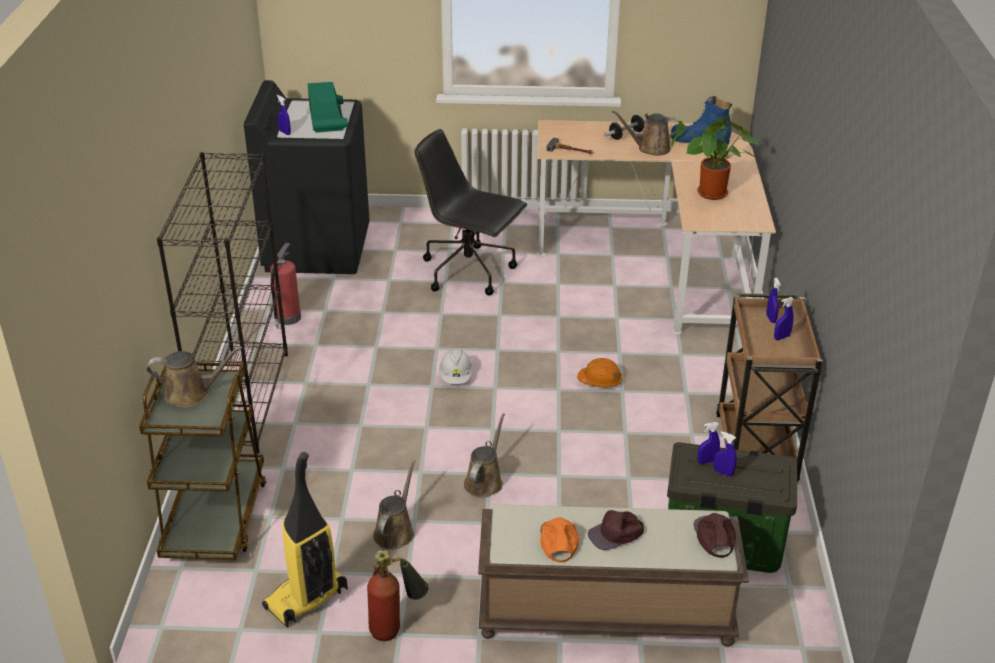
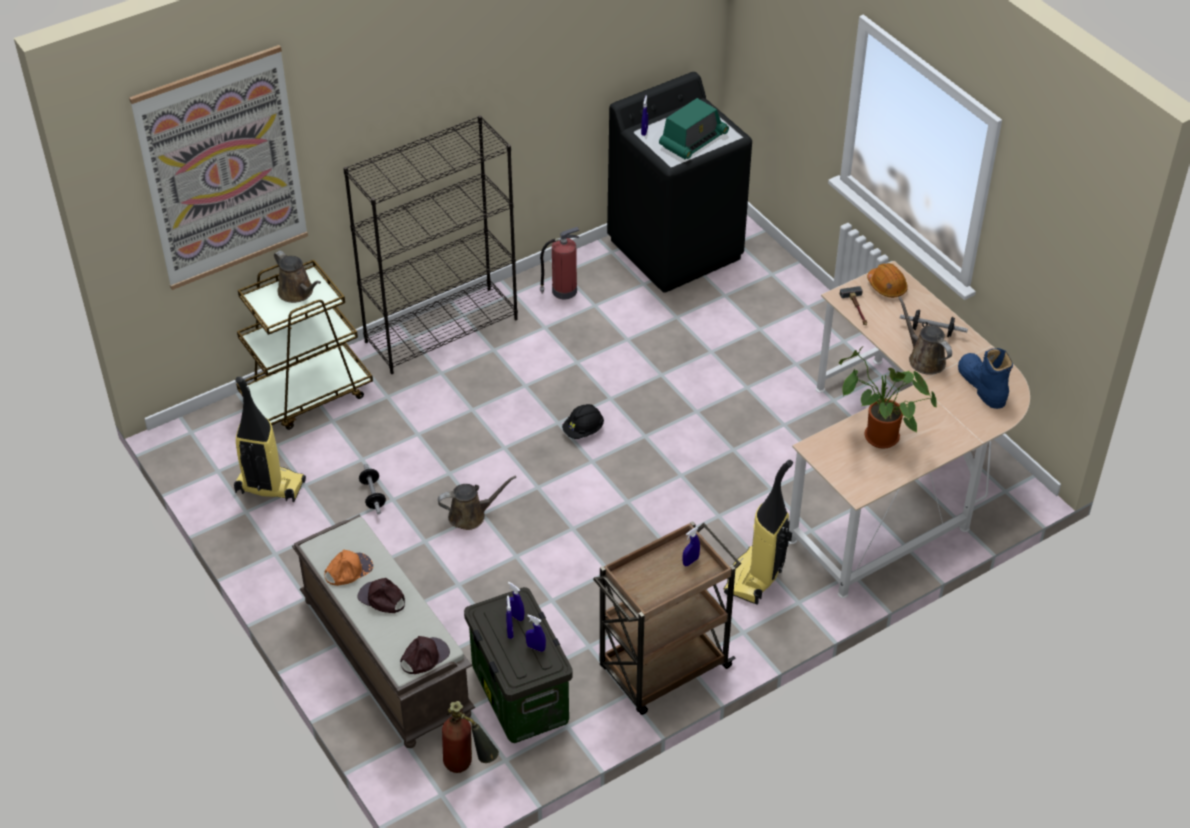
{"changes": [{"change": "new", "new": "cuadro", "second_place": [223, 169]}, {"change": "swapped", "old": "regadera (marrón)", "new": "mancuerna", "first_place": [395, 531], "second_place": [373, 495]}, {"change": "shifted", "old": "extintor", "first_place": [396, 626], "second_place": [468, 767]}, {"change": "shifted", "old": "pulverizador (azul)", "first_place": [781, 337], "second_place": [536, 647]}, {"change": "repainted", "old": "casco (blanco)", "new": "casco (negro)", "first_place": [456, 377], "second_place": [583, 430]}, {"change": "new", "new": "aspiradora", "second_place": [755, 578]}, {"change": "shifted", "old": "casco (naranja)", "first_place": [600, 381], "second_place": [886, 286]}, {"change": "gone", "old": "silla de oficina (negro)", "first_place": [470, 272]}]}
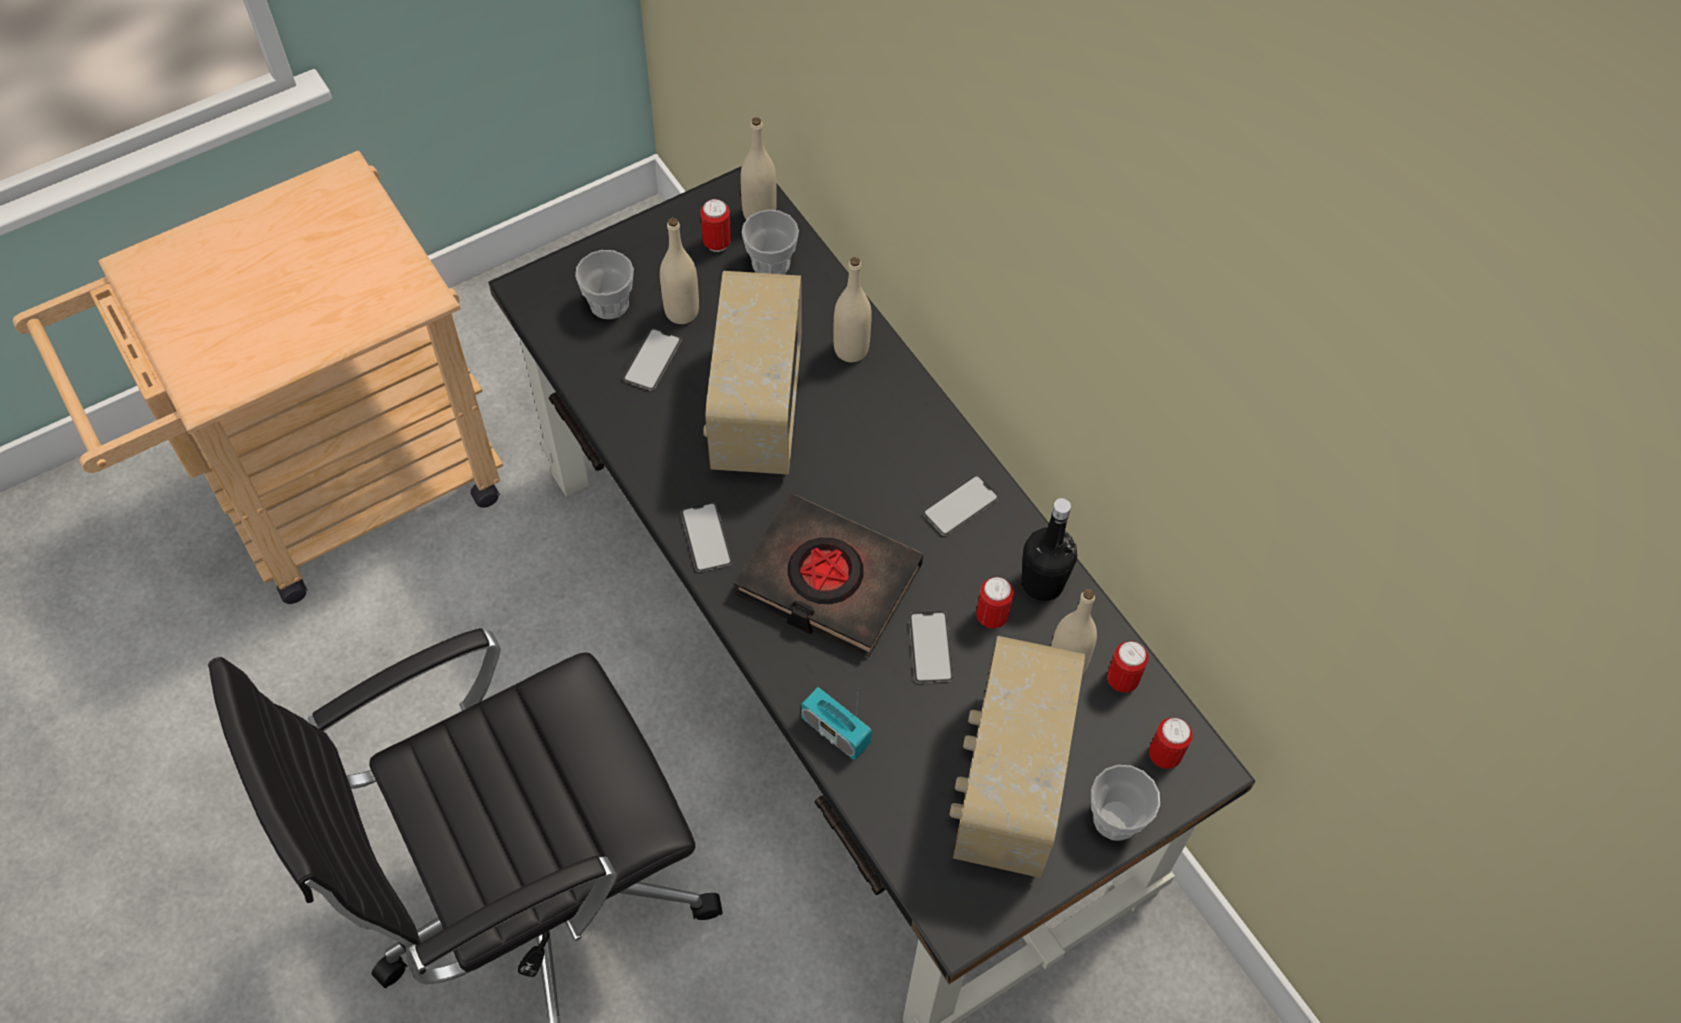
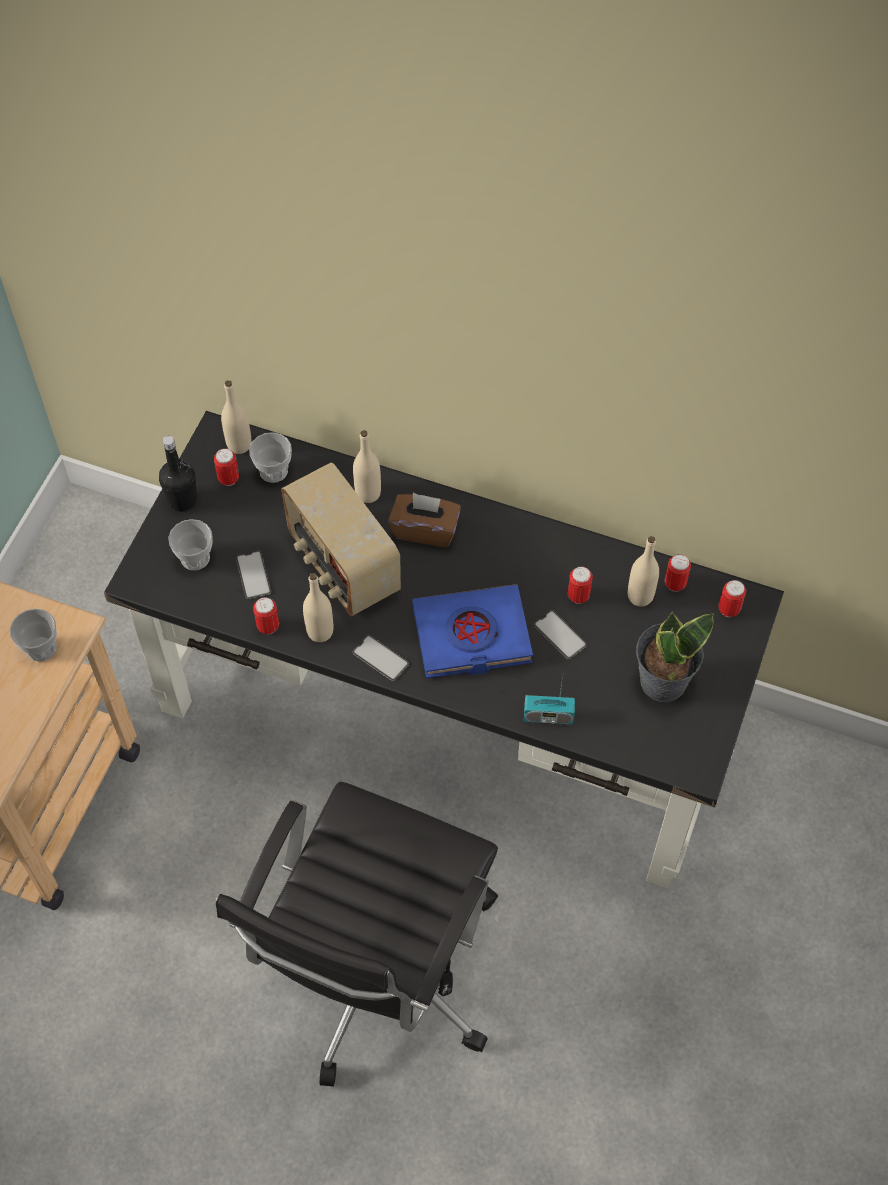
{"changes": [{"change": "shifted", "old": "taza", "first_place": [1115, 818], "second_place": [41, 648]}, {"change": "shifted", "old": "botella (negro)", "first_place": [1042, 583], "second_place": [182, 500]}, {"change": "new", "new": "lata", "second_place": [268, 626]}, {"change": "shifted", "old": "botella (beis)", "first_place": [681, 312], "second_place": [320, 631]}, {"change": "new", "new": "caja de pañuelos (marrón)", "second_place": [425, 530]}, {"change": "repainted", "old": "libro (negro)", "new": "libro (azul)", "first_place": [827, 581], "second_place": [471, 636]}, {"change": "swapped", "old": "radio", "new": "planta en maceta", "first_place": [1007, 784], "second_place": [662, 680]}, {"change": "gone", "old": "móvil", "first_place": [960, 505]}]}
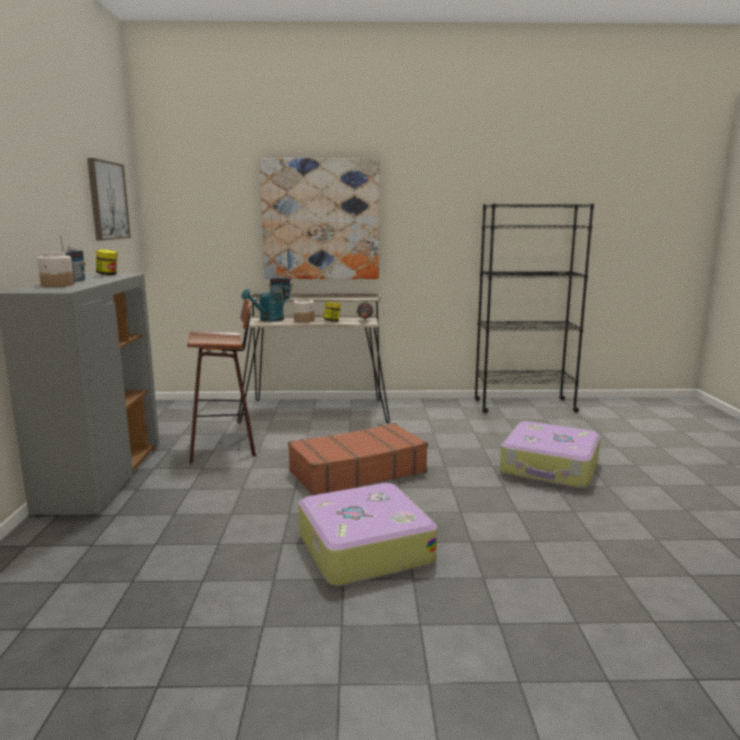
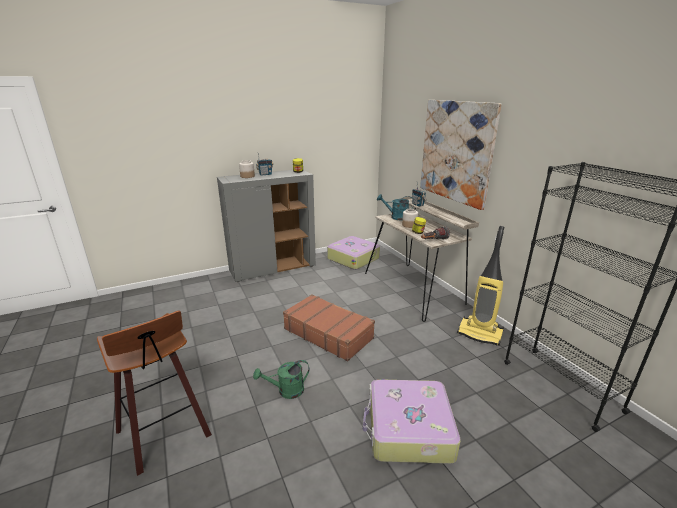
{"changes": [{"change": "shifted", "old": "taburete", "first_place": [225, 446], "second_place": [167, 433]}, {"change": "new", "new": "regadera (verde)", "second_place": [286, 391]}, {"change": "shifted", "old": "maleta", "first_place": [363, 548], "second_place": [353, 258]}, {"change": "new", "new": "aspiradora", "second_place": [480, 333]}, {"change": "gone", "old": "cuadro", "first_place": [107, 200]}]}
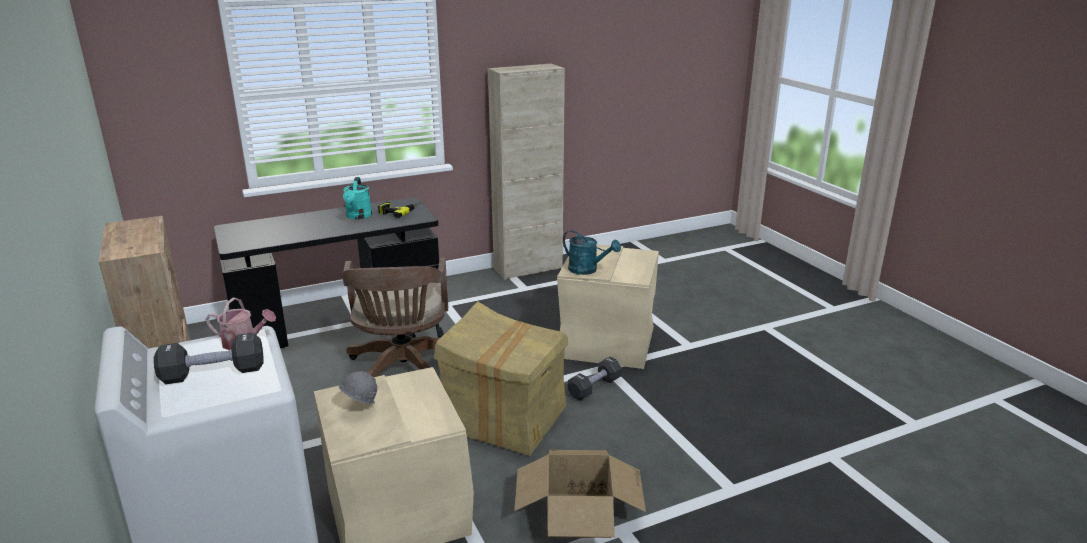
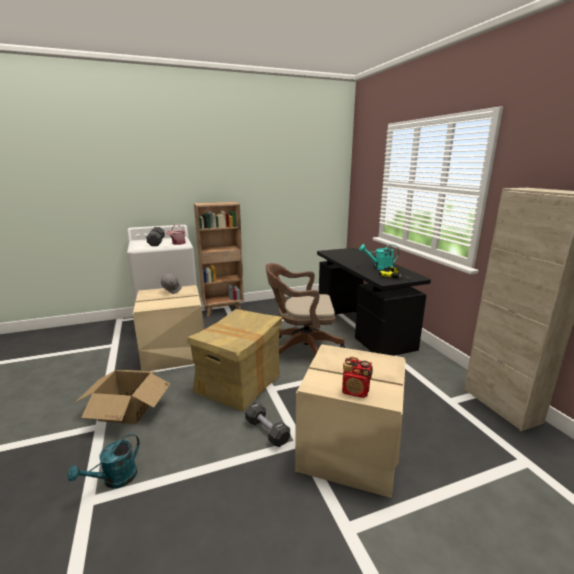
{"changes": [{"change": "shifted", "old": "regadera (turquesa)", "first_place": [587, 270], "second_place": [114, 480]}, {"change": "new", "new": "radio", "second_place": [355, 392]}]}
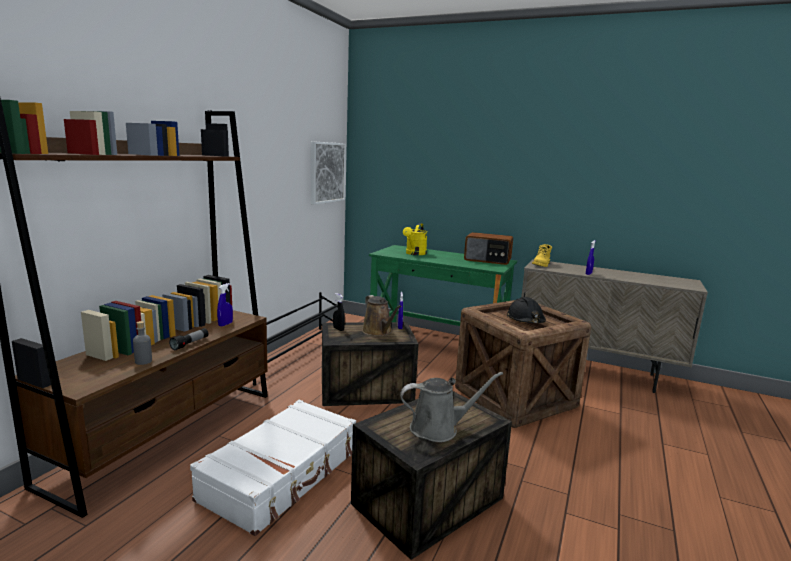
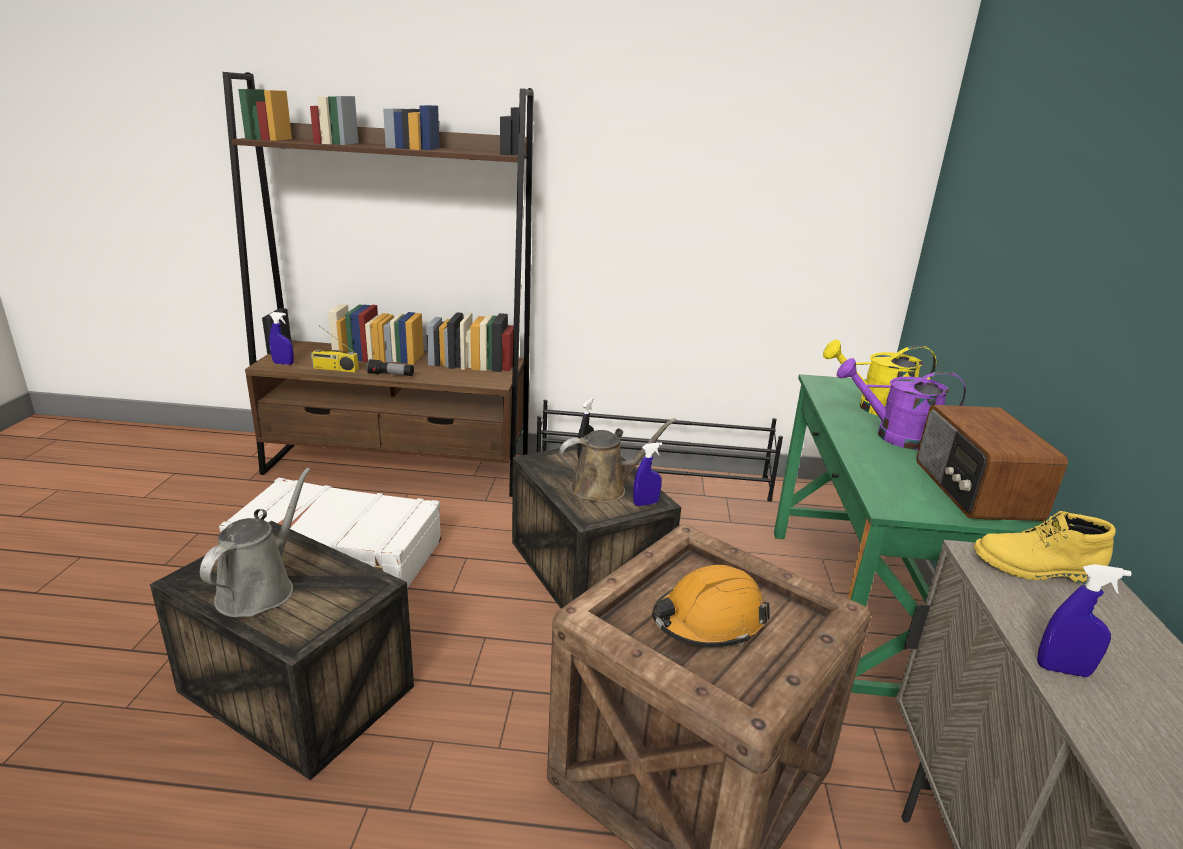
{"changes": [{"change": "rotated", "old": "regadera (gris)", "first_place": [438, 428], "second_place": [260, 589], "degrees": -135}, {"change": "shifted", "old": "pulverizador (azul)", "first_place": [225, 324], "second_place": [283, 363]}, {"change": "swapped", "old": "botella (gris)", "new": "radio", "first_place": [143, 361], "second_place": [334, 369]}, {"change": "rotated", "old": "regadera (marrón)", "first_place": [378, 331], "second_place": [604, 488], "degrees": -150}, {"change": "repainted", "old": "casco (negro)", "new": "casco (naranja)", "first_place": [525, 320], "second_place": [708, 621]}, {"change": "new", "new": "regadera (morado)", "second_place": [894, 436]}, {"change": "gone", "old": "cuadro", "first_place": [327, 172]}]}
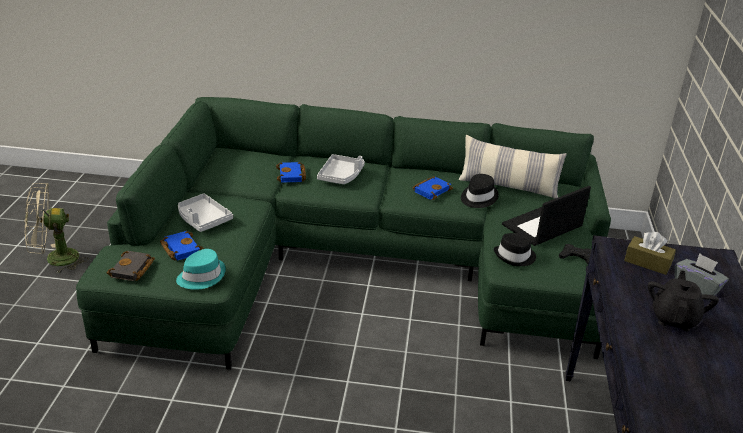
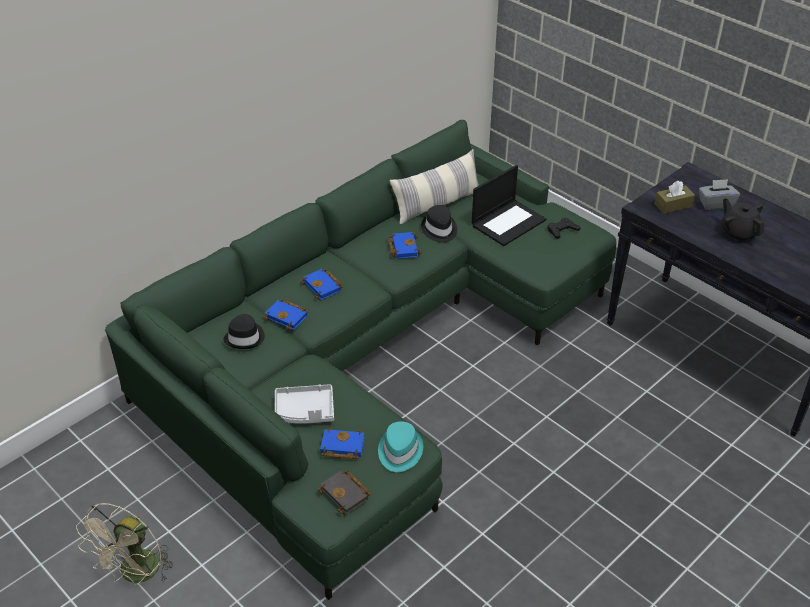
{"changes": [{"change": "shifted", "old": "sombrero (negro)", "first_place": [515, 256], "second_place": [245, 337]}, {"change": "swapped", "old": "bandeja (gris)", "new": "libro (azul)", "first_place": [341, 176], "second_place": [323, 286]}, {"change": "rotated", "old": "portátil", "first_place": [542, 227], "second_place": [508, 222], "degrees": -135}]}
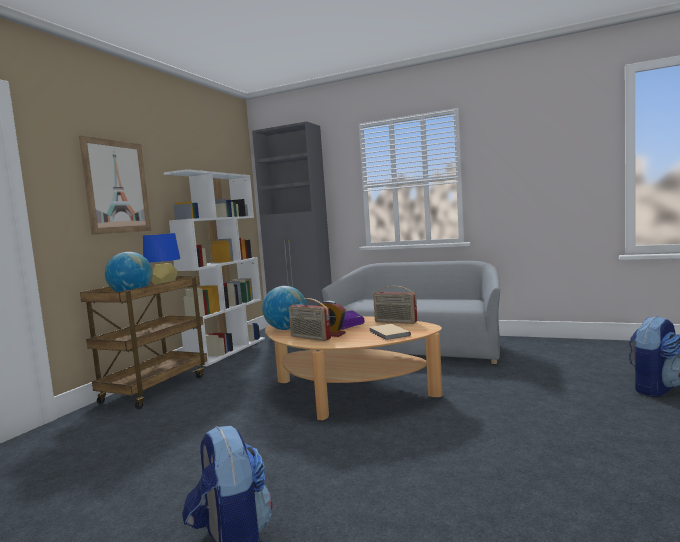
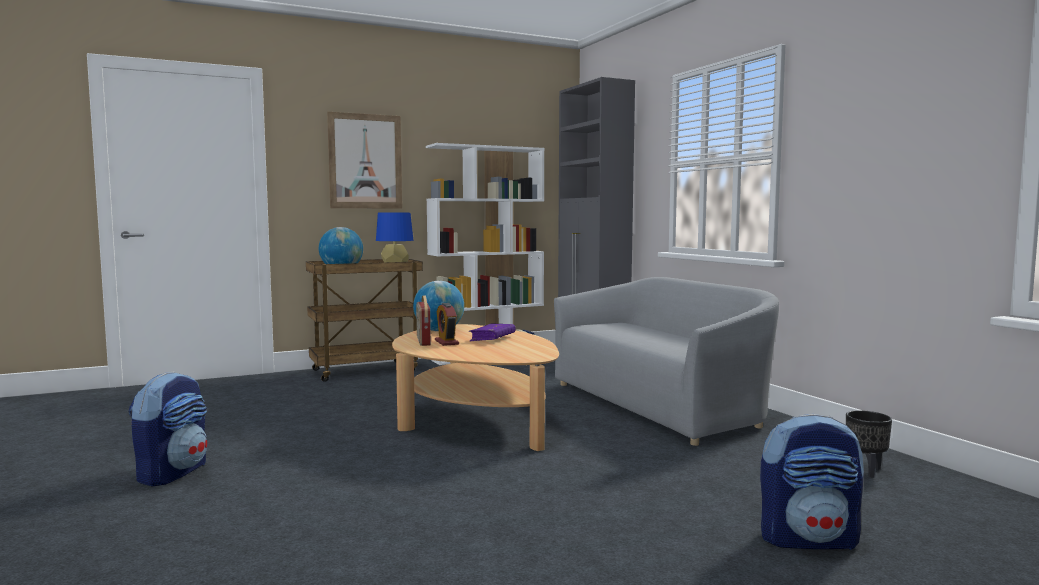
{"changes": [{"change": "new", "new": "maceta (negro)", "second_place": [865, 471]}, {"change": "gone", "old": "libro (beis)", "first_place": [388, 334]}, {"change": "gone", "old": "radio", "first_place": [395, 322]}]}
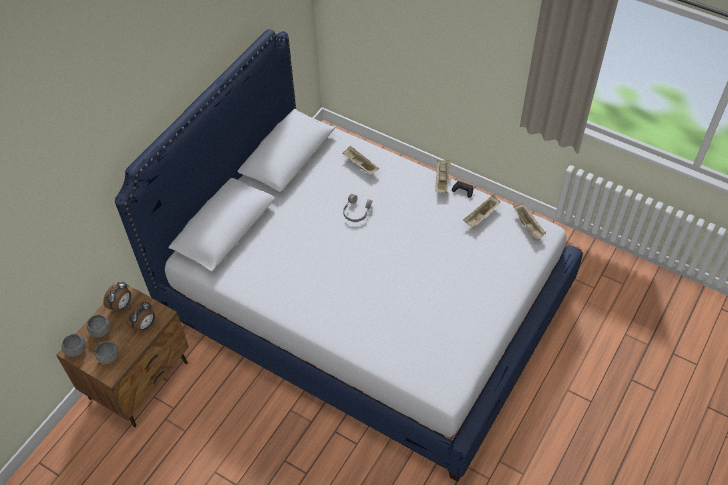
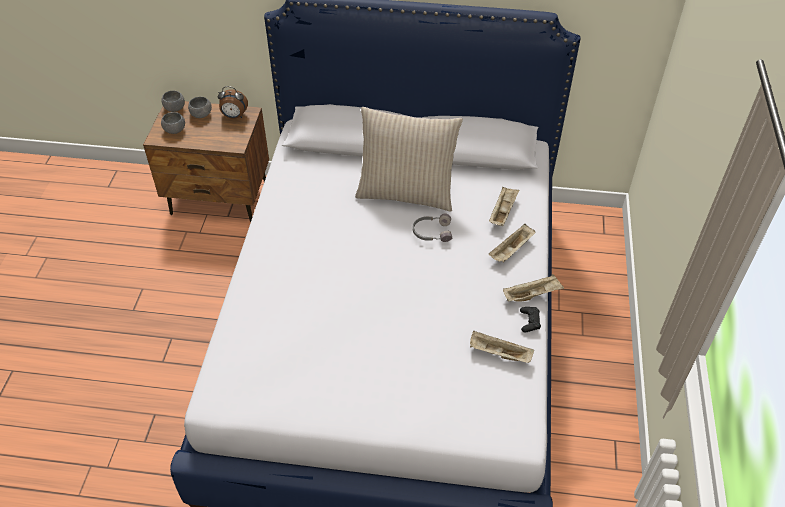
{"changes": [{"change": "new", "new": "cojín (beis)", "second_place": [406, 193]}, {"change": "shifted", "old": "bandeja (beis)", "first_place": [528, 226], "second_place": [511, 250]}, {"change": "gone", "old": "despertador", "first_place": [145, 325]}]}
